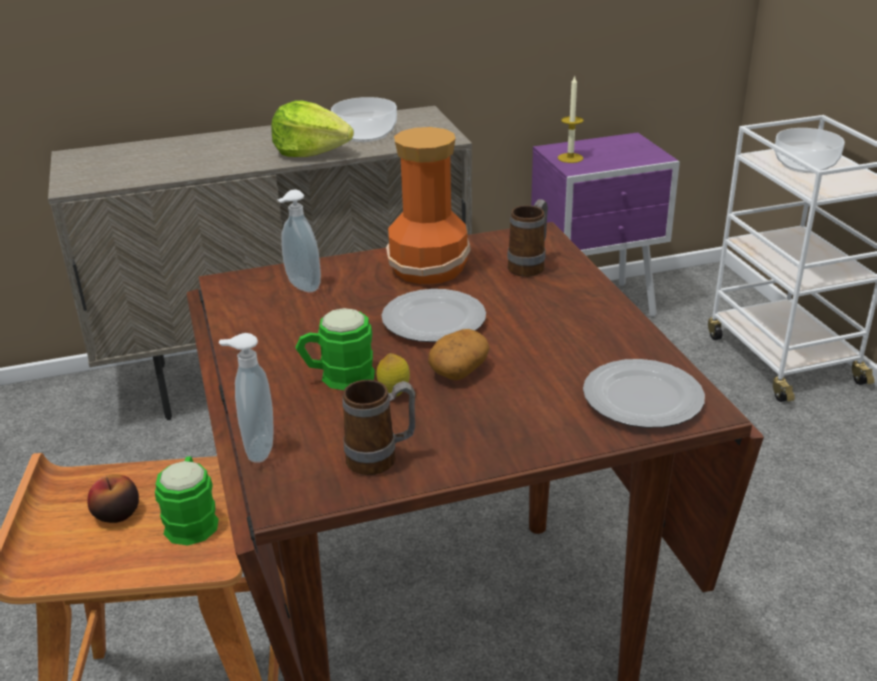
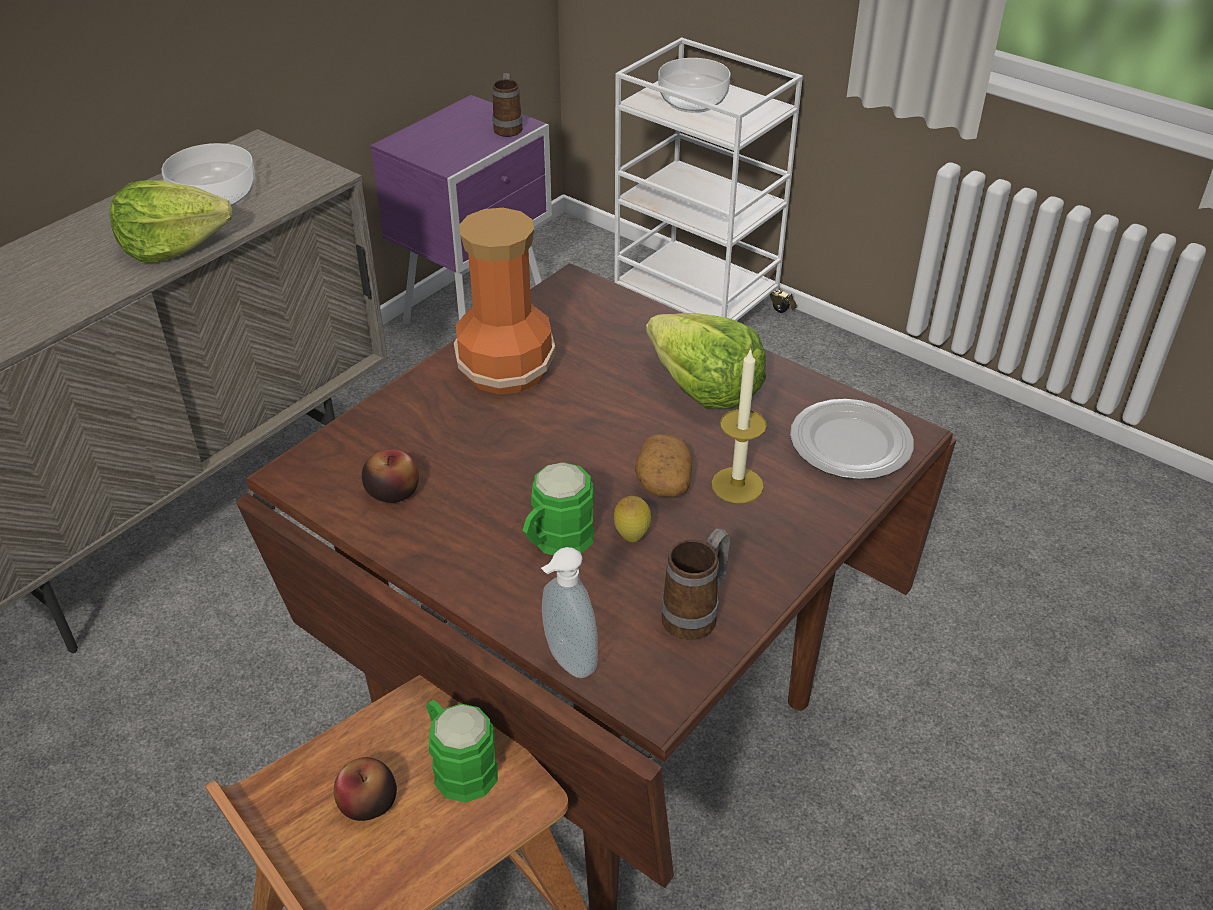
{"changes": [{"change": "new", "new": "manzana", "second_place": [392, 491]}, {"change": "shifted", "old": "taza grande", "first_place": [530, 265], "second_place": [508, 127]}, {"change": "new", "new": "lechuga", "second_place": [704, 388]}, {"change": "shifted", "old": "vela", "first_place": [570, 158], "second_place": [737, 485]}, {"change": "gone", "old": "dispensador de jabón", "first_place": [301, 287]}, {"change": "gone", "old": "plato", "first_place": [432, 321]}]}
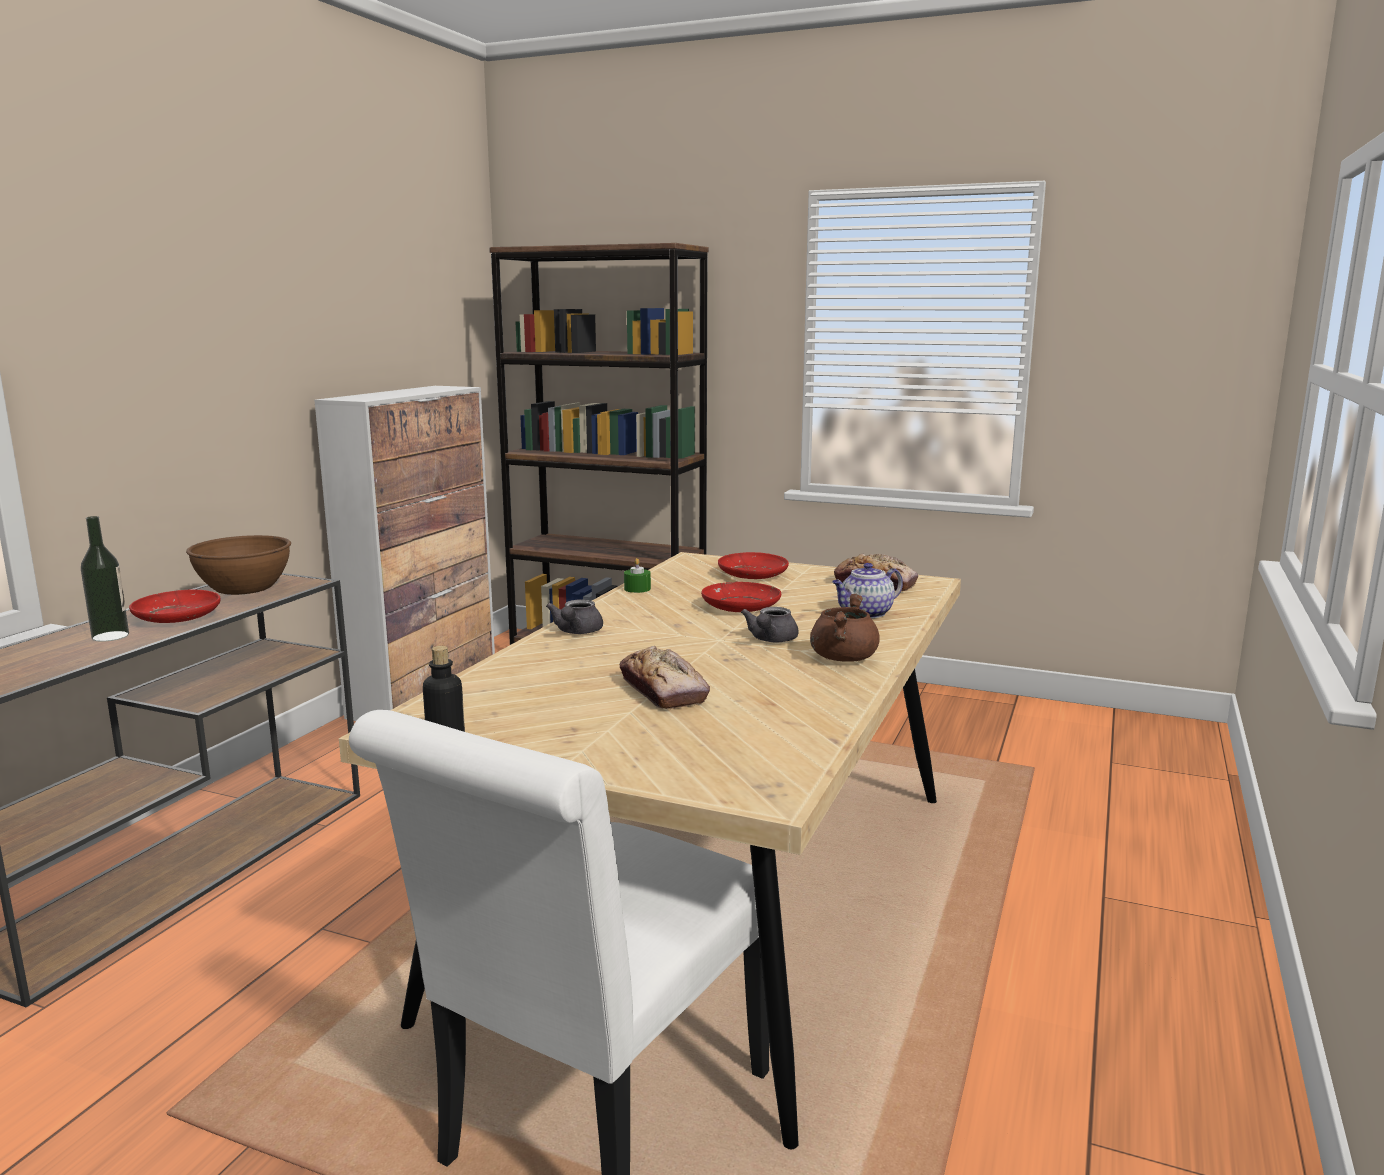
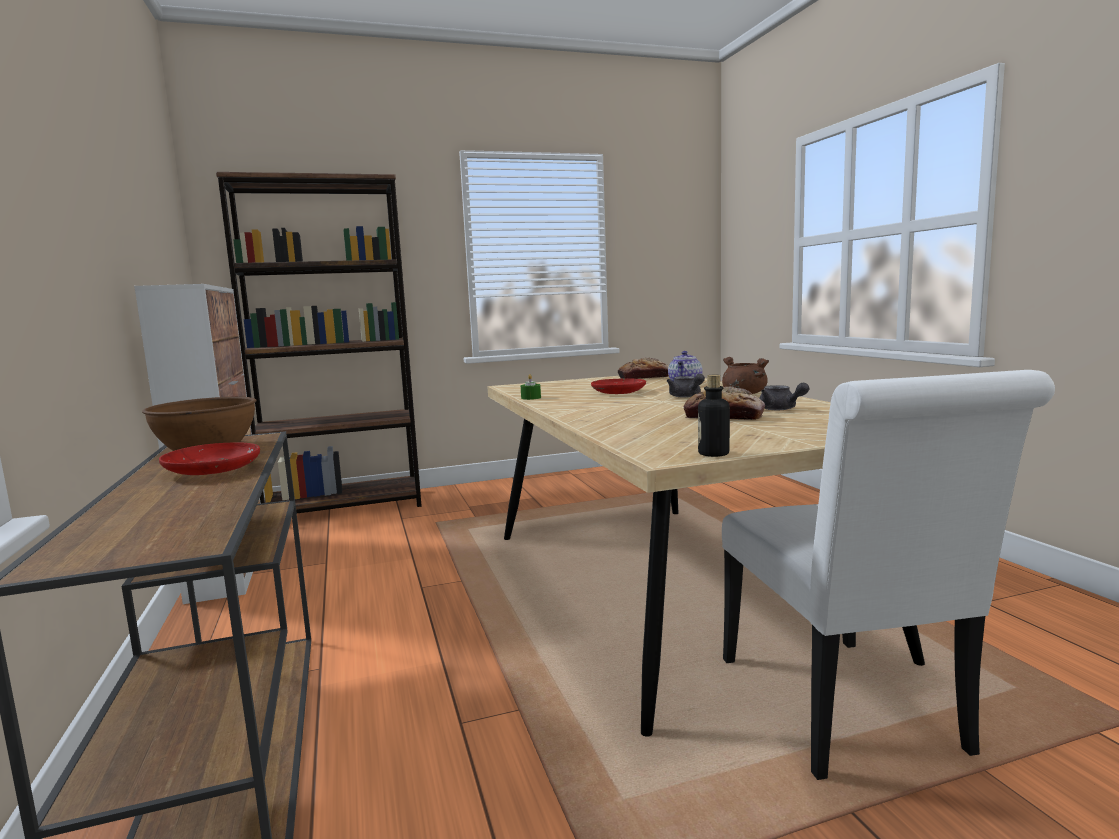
{"changes": [{"change": "shifted", "old": "tetera (gris)", "first_place": [576, 632], "second_place": [780, 409]}, {"change": "gone", "old": "botella", "first_place": [110, 636]}, {"change": "gone", "old": "plato (rojo)", "first_place": [753, 575]}]}
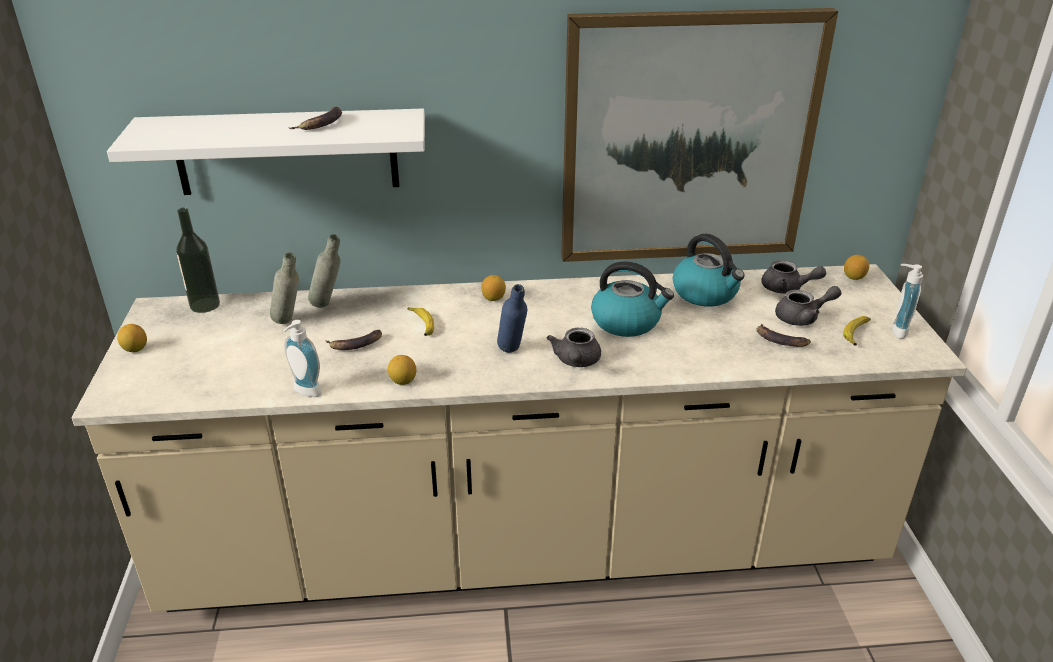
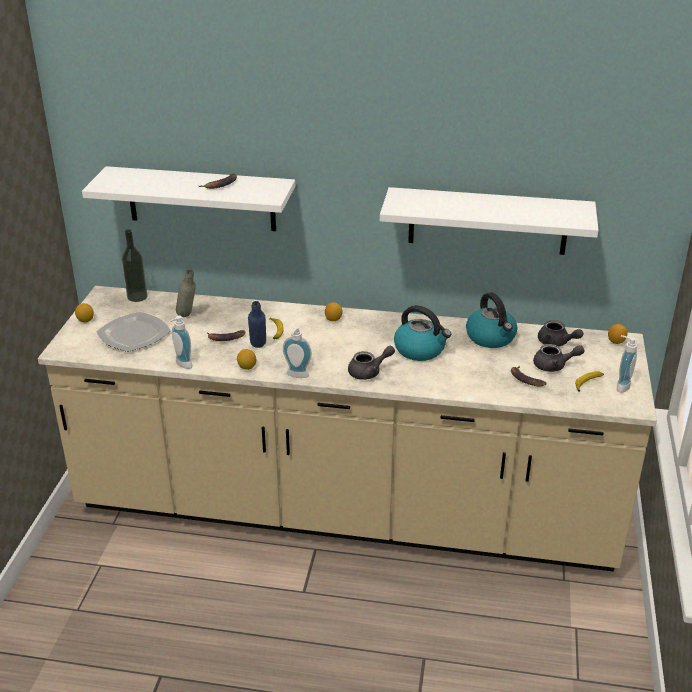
{"changes": [{"change": "new", "new": "plato", "second_place": [133, 334]}, {"change": "shifted", "old": "botella (azul)", "first_place": [512, 354], "second_place": [258, 349]}, {"change": "new", "new": "dispensador de jabón", "second_place": [297, 376]}, {"change": "rotated", "old": "tetera (gris)", "first_place": [576, 362], "second_place": [369, 372], "degrees": -135}, {"change": "swapped", "old": "cuadro", "new": "estante (blanco)", "first_place": [688, 140], "second_place": [487, 221]}, {"change": "gone", "old": "botella (gris)", "first_place": [329, 306]}]}
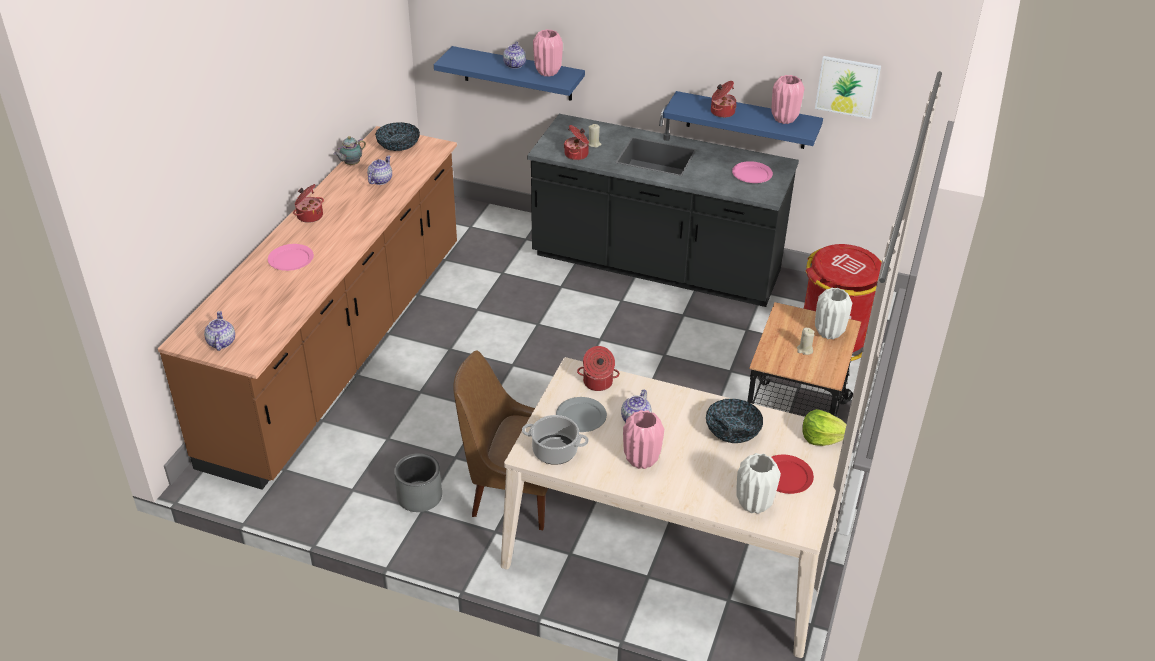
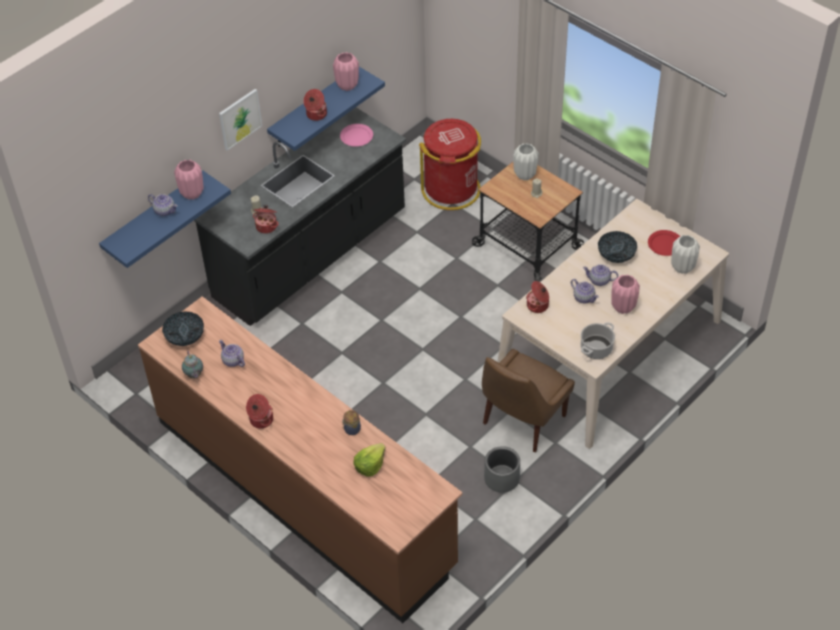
{"changes": [{"change": "shifted", "old": "cuadro", "first_place": [847, 86], "second_place": [240, 119]}, {"change": "new", "new": "tarro", "second_place": [351, 429]}, {"change": "shifted", "old": "lechuga", "first_place": [822, 437], "second_place": [370, 465]}, {"change": "shifted", "old": "tetera", "first_place": [221, 342], "second_place": [599, 281]}, {"change": "gone", "old": "plato (rosa)", "first_place": [290, 259]}, {"change": "gone", "old": "plato (gris)", "first_place": [581, 416]}]}
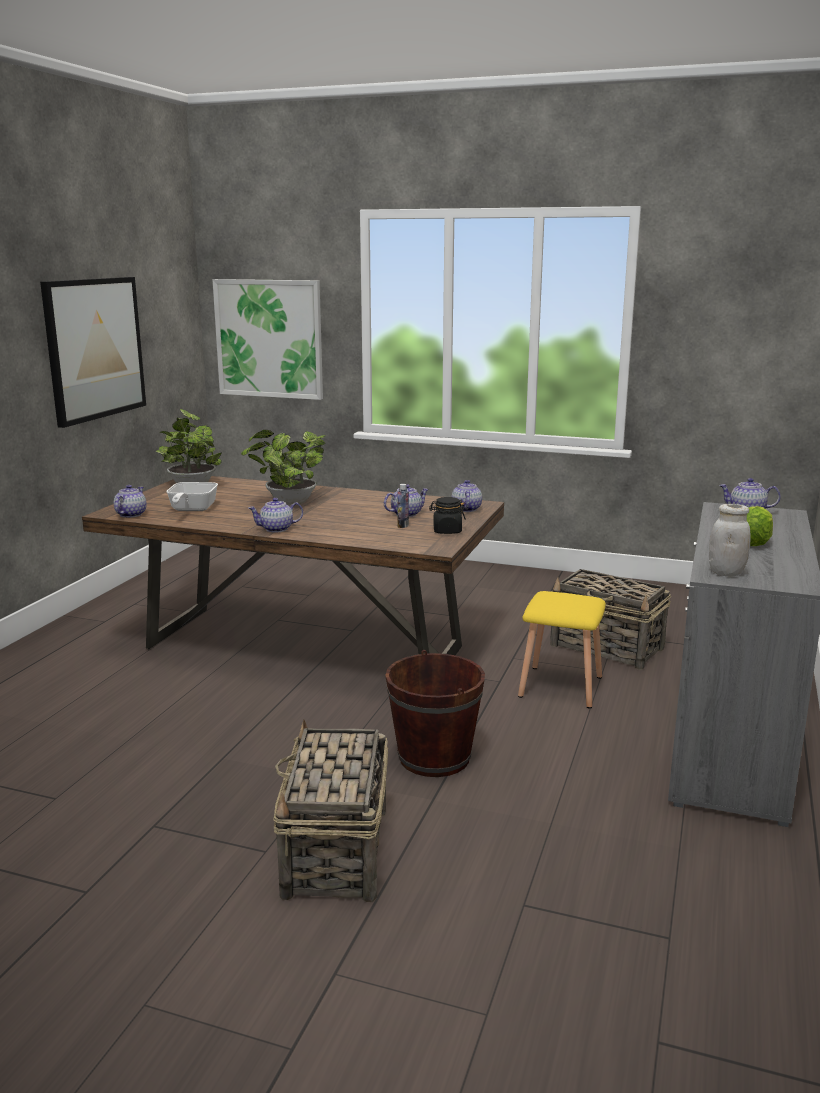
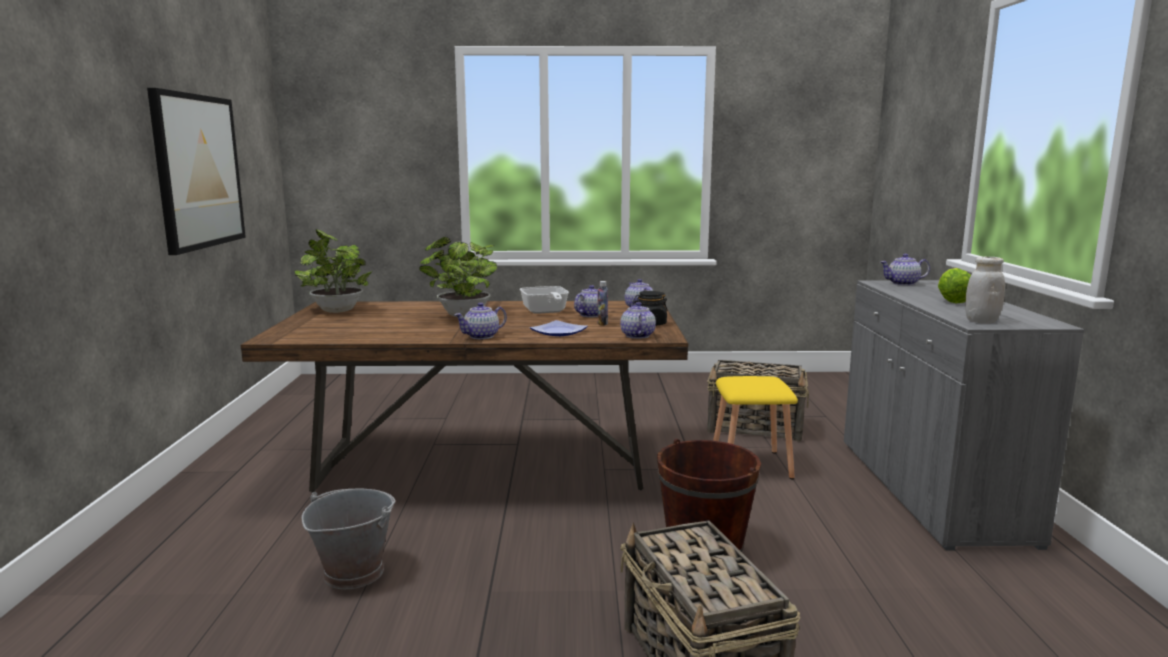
{"changes": [{"change": "new", "new": "cubo (gris)", "second_place": [353, 572]}, {"change": "shifted", "old": "sartén", "first_place": [191, 510], "second_place": [545, 312]}, {"change": "new", "new": "plato", "second_place": [559, 332]}, {"change": "shifted", "old": "tetera", "first_place": [130, 514], "second_place": [637, 336]}, {"change": "gone", "old": "cuadro", "first_place": [269, 339]}]}
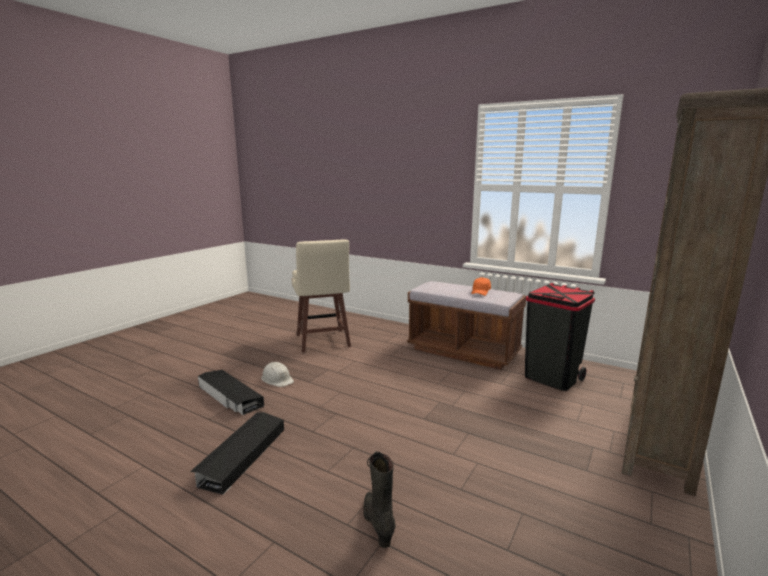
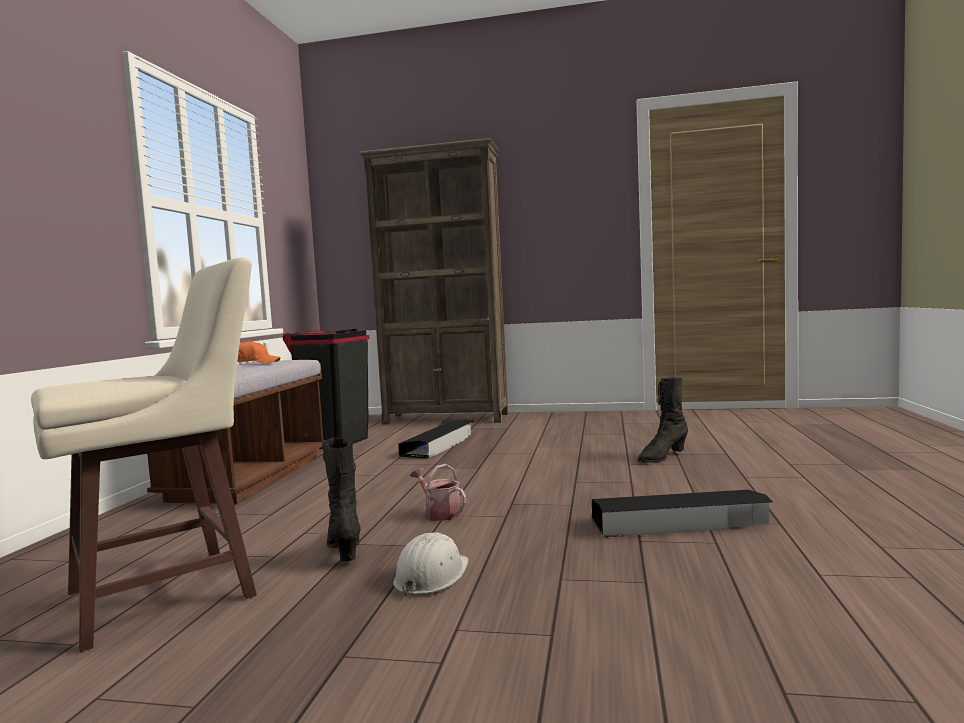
{"changes": [{"change": "new", "new": "bota (negro)", "second_place": [345, 549]}, {"change": "shifted", "old": "caja de almacenaje (negro)", "first_place": [230, 396], "second_place": [440, 445]}, {"change": "new", "new": "regadera", "second_place": [440, 513]}]}
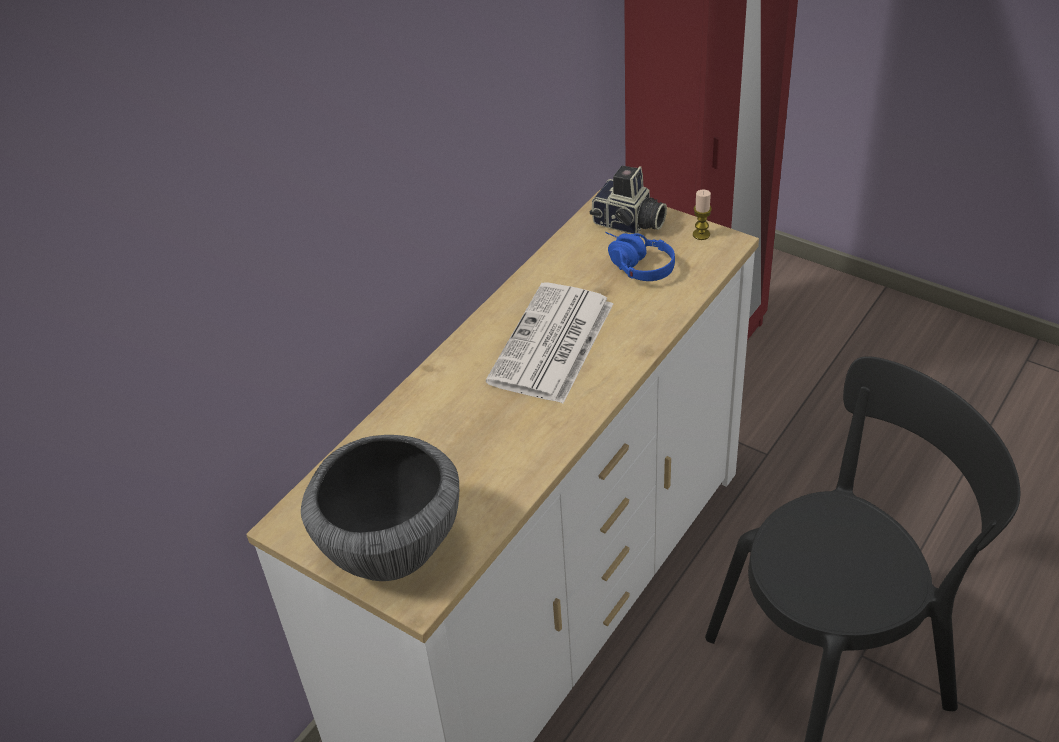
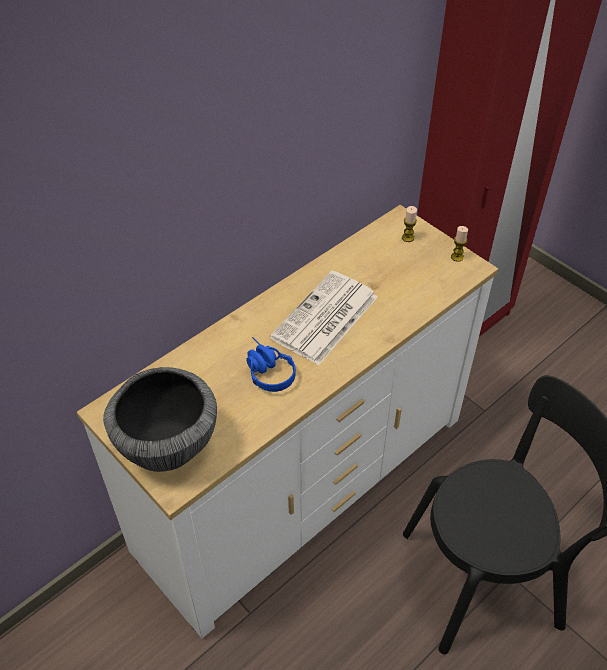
{"changes": [{"change": "shifted", "old": "auriculares (azul)", "first_place": [633, 265], "second_place": [265, 370]}, {"change": "swapped", "old": "cámara", "new": "vela", "first_place": [628, 224], "second_place": [408, 238]}]}
